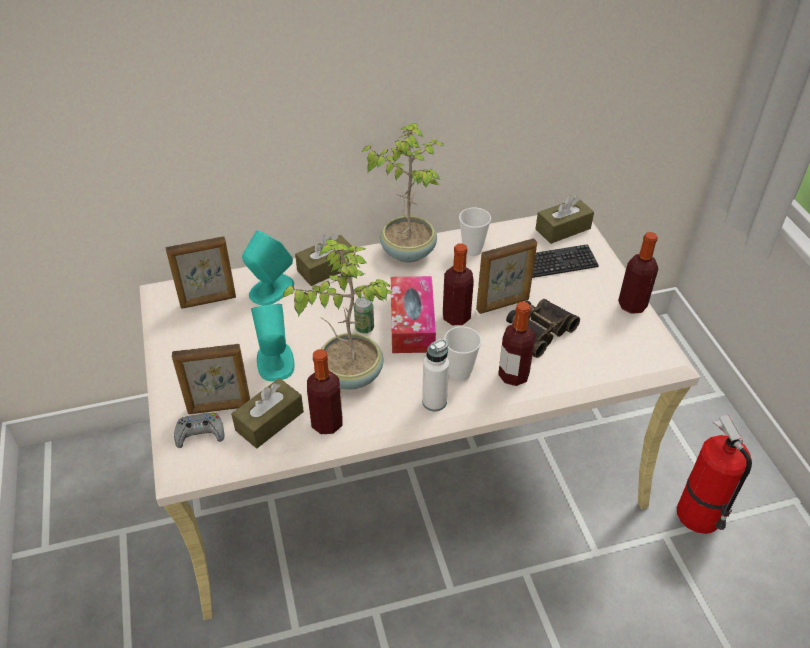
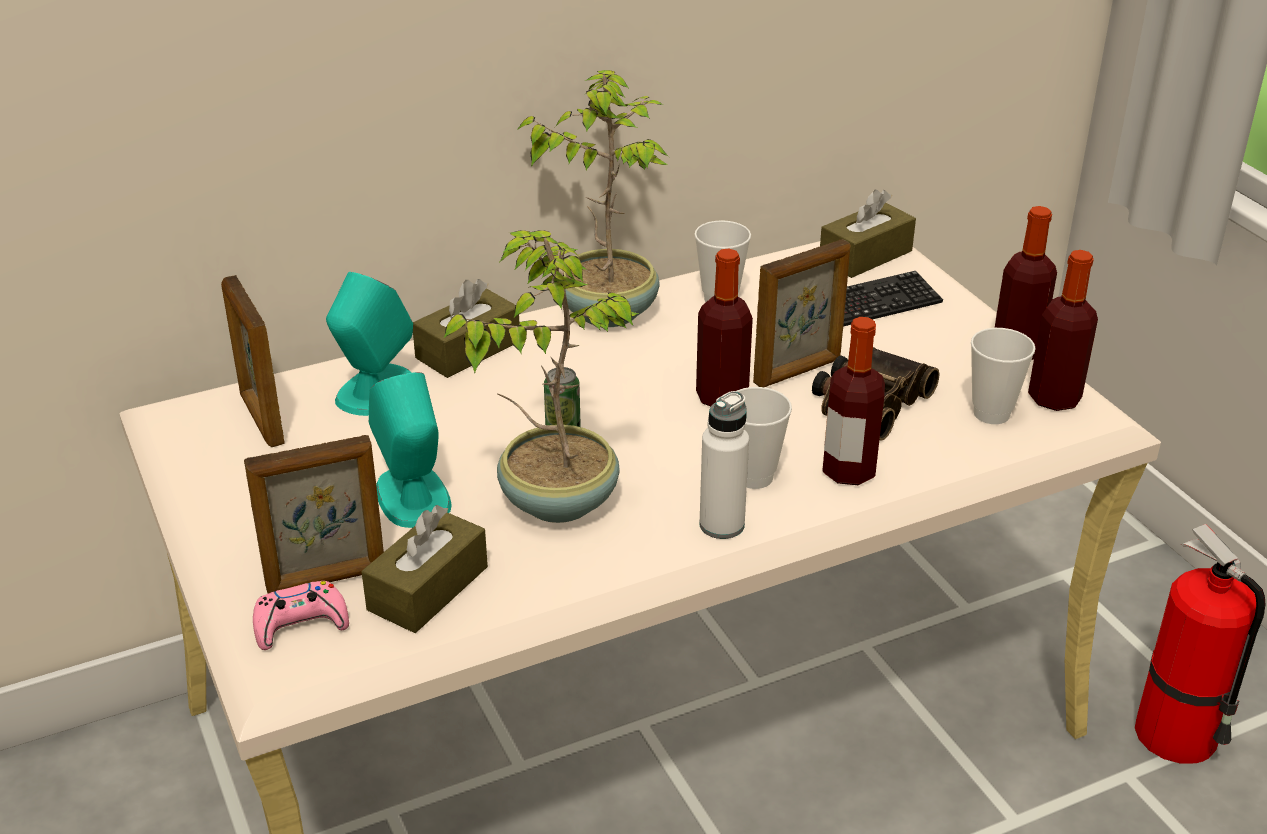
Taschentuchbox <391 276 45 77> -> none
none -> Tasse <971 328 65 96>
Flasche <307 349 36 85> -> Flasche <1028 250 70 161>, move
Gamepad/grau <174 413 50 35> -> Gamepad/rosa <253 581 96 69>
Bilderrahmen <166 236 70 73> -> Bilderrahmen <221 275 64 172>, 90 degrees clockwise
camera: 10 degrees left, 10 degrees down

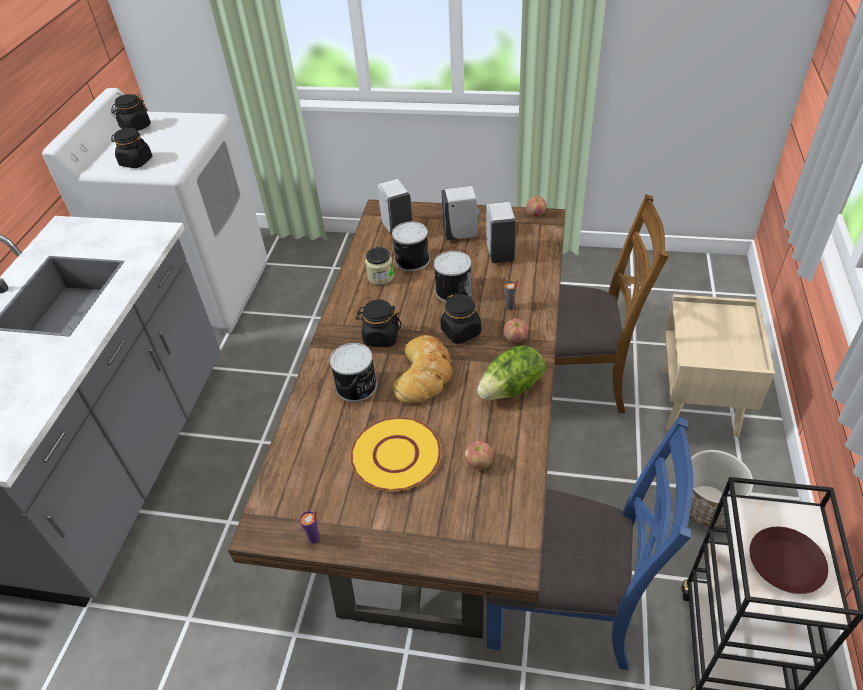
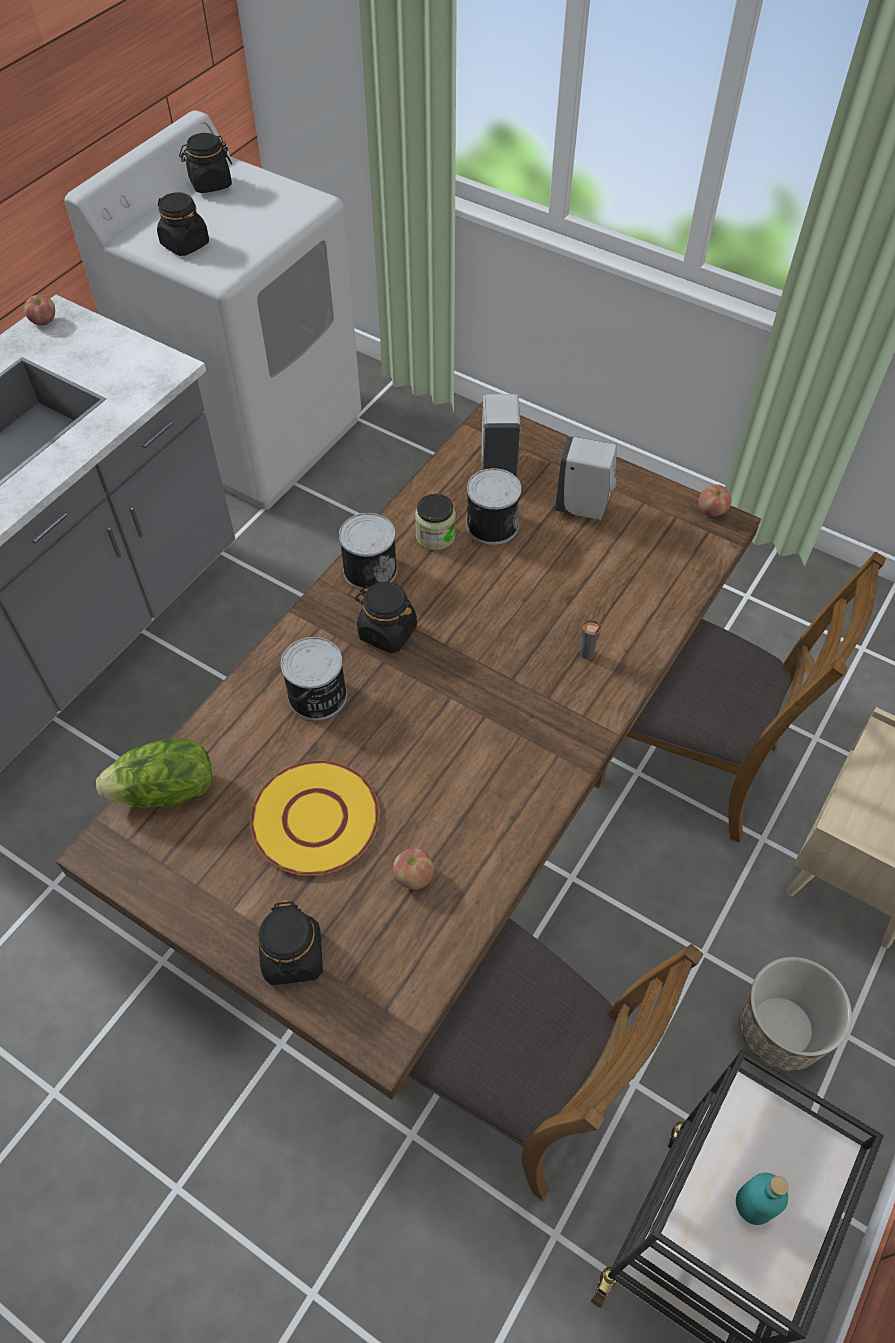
Tasse/lila <300 511 20 32> -> none
Brot <392 335 60 69> -> none
Seifenspender/weiß <486 202 30 61> -> none
Dose <434 251 38 51> -> Dose <339 513 58 78>, move
Vorratsglas/schwarz <440 293 41 51> -> Vorratsglas/schwarz <258 900 65 85>, move
Salatkopf <477 345 68 55> -> Salatkopf <96 738 116 69>, move
Apfel <504 319 24 24> -> Apfel <24 295 31 31>, move
Teller/braun <750 527 78 67> -> Flasche/türkis <736 1173 53 52>
Stuhl/blau <484 417 210 253> -> Stuhl/braun <394 918 309 283>
camera: 20 degrees right, 10 degrees up

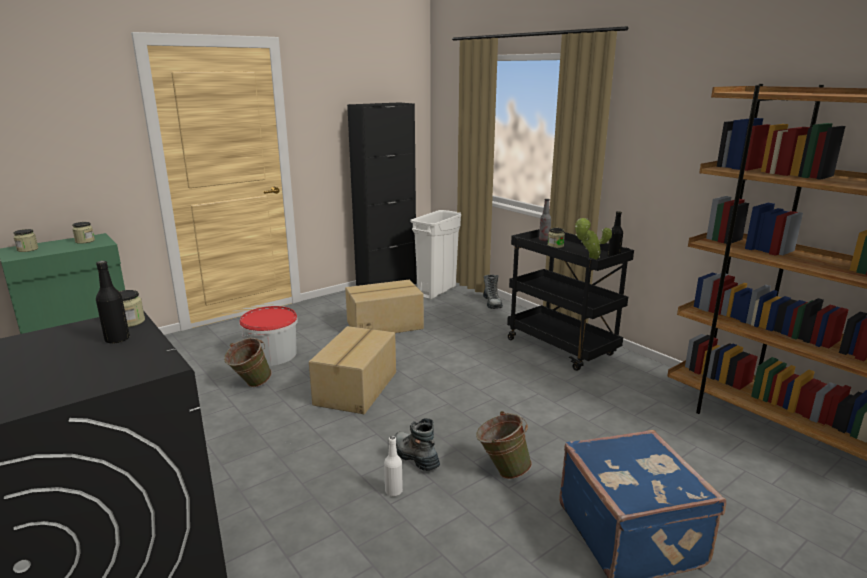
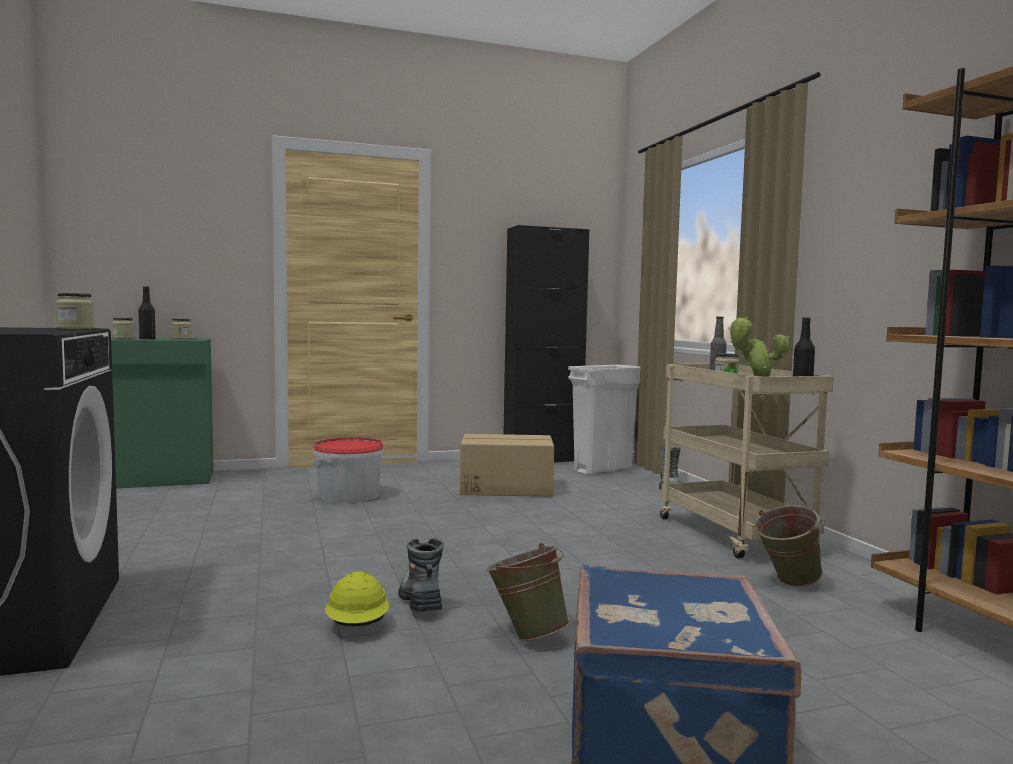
Karton <309 326 87 88> -> none
Flasche/schwarz <96 261 34 83> -> Flasche/schwarz <139 286 17 54>, move
Eimer/grün <224 338 48 49> -> Eimer/grün <754 505 70 82>, move
Flasche/weiß <384 436 19 60> -> Schutzhelm/gelb <325 572 64 54>
Rollwagen/schwarz <507 229 127 142> -> Rollwagen/beige <660 364 174 194>
camera: 20 degrees right, 15 degrees down

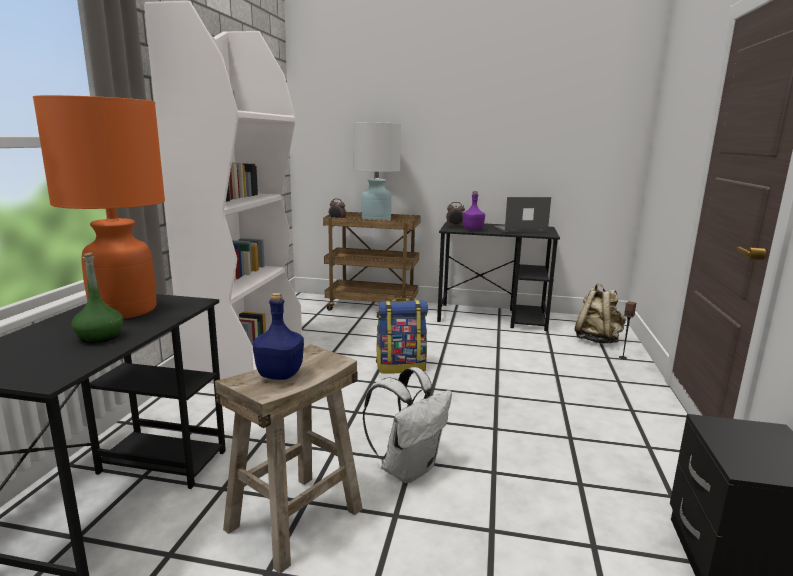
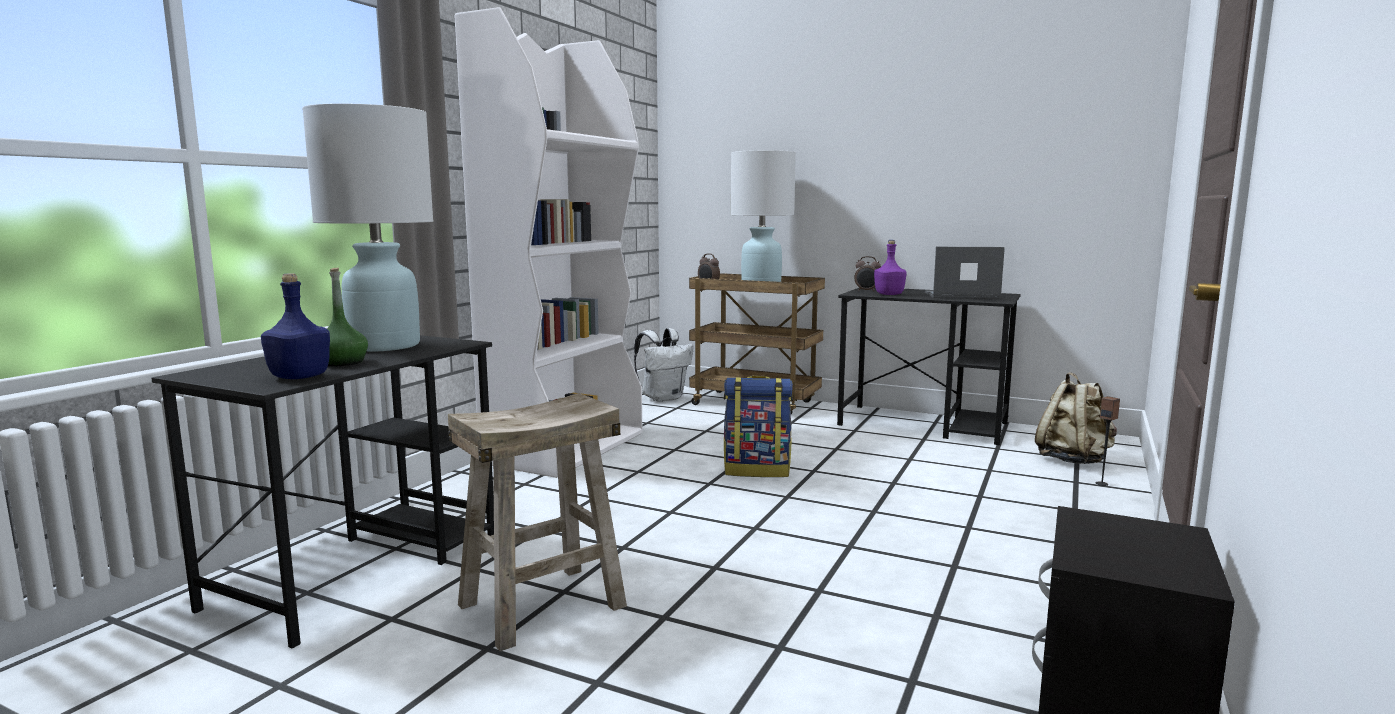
Flasche/blau <252 293 52 87> -> Flasche/blau <261 273 69 106>, move
Rucksack/weiß <363 367 89 116> -> Rucksack/weiß <634 328 60 74>, move
Tischlampe/orange <33 95 132 224> -> Tischlampe/weiß <302 103 131 248>
camera: 15 degrees right, 5 degrees down

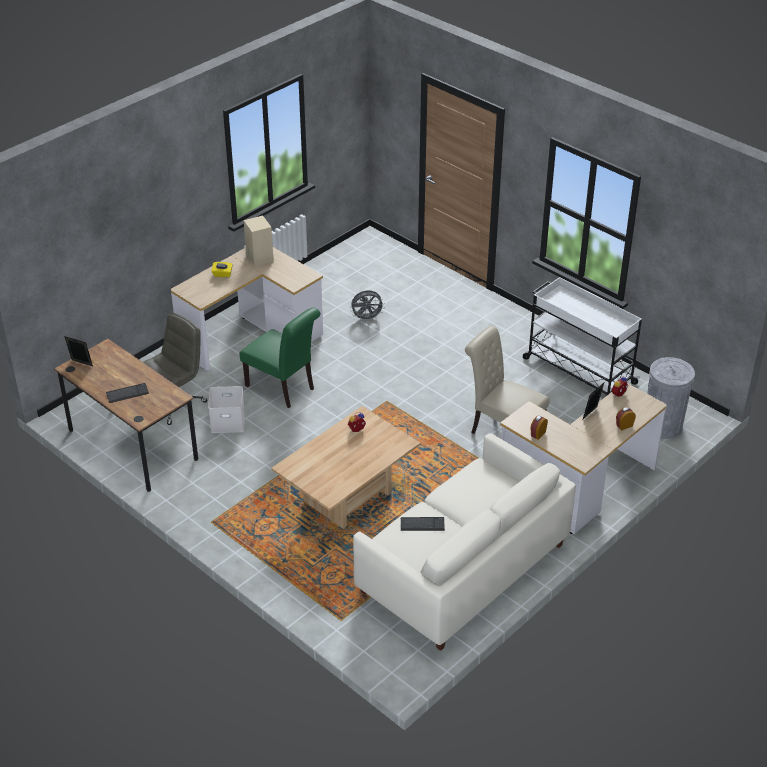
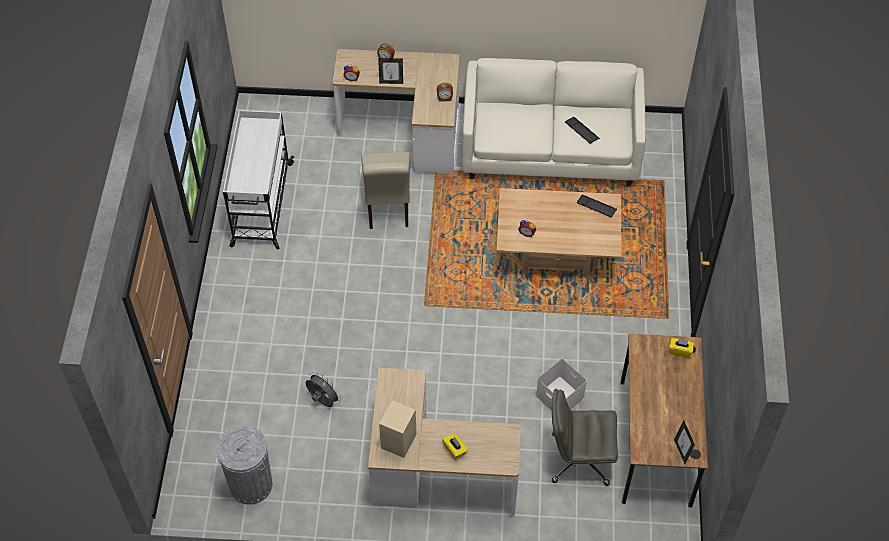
Stuhl/grün <239 307 82 101> -> none
none -> Taschentuchbox/gelb <669 338 25 20>
Tastatur <106 383 43 20> -> Tastatur <577 194 40 23>, move
Mülleimer/grau <647 357 48 82> -> Mülleimer/grau <216 425 57 80>, move
camera: 130 degrees left, 15 degrees up

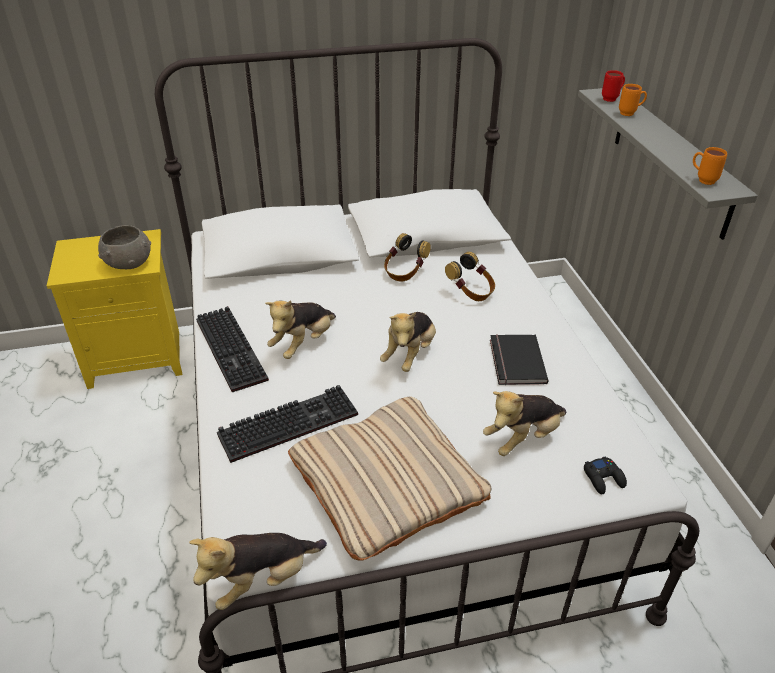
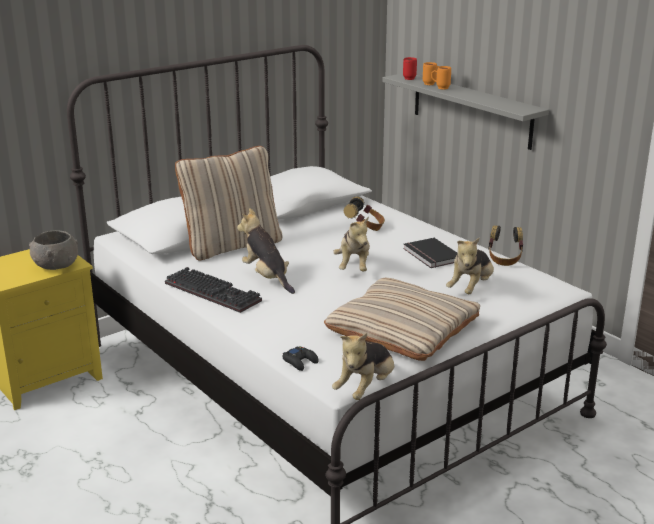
Tastatur <217 385 141 78> -> none
none -> Kissen/beige <175 146 108 115>
Kopfhörer <384 233 47 48> -> Kopfhörer <488 225 35 41>, move
Gamepad/schwarz <584 456 43 38> -> Gamepad/schwarz <282 347 37 24>, move
Henkelbecher/orange <693 147 34 38> -> Henkelbecher/orange <431 66 20 24>, move
Plüschtier <265 301 71 58> -> Plüschtier <237 208 58 86>, 135 degrees clockwise
camera: 25 degrees left, 15 degrees down

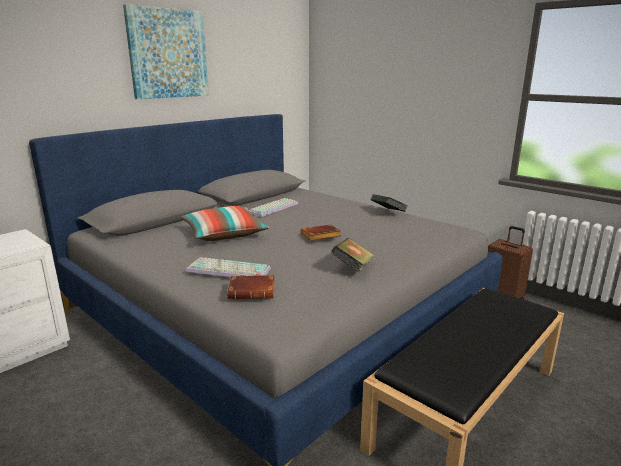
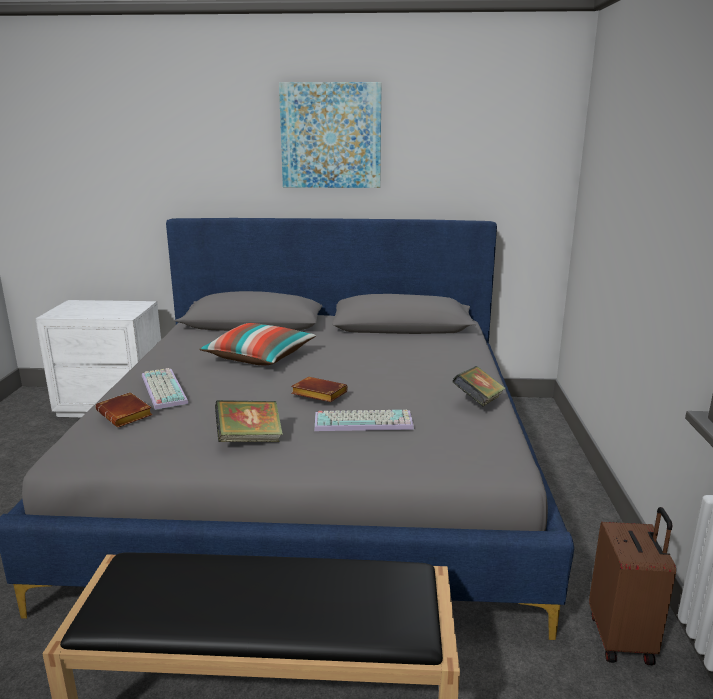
Tastatur <248 198 50 19> -> Tastatur <314 410 100 21>, move
camera: 50 degrees right, 0 degrees up

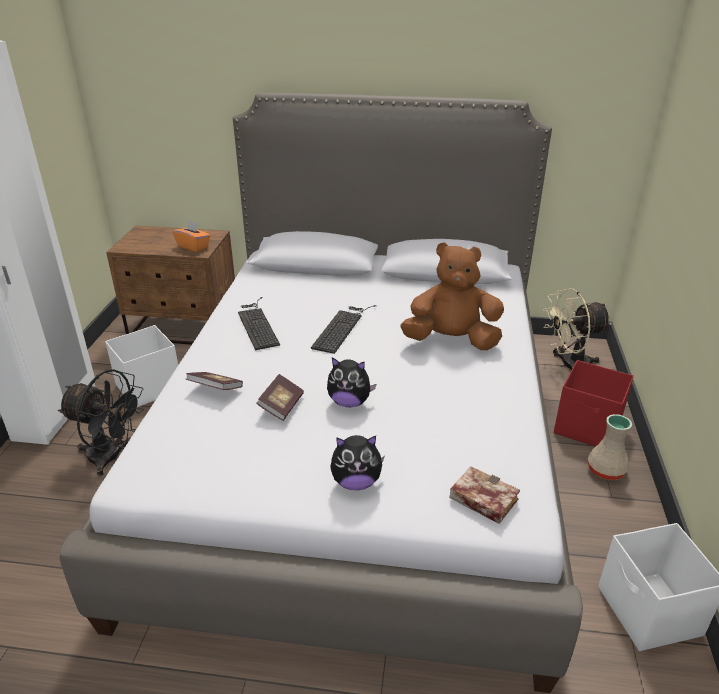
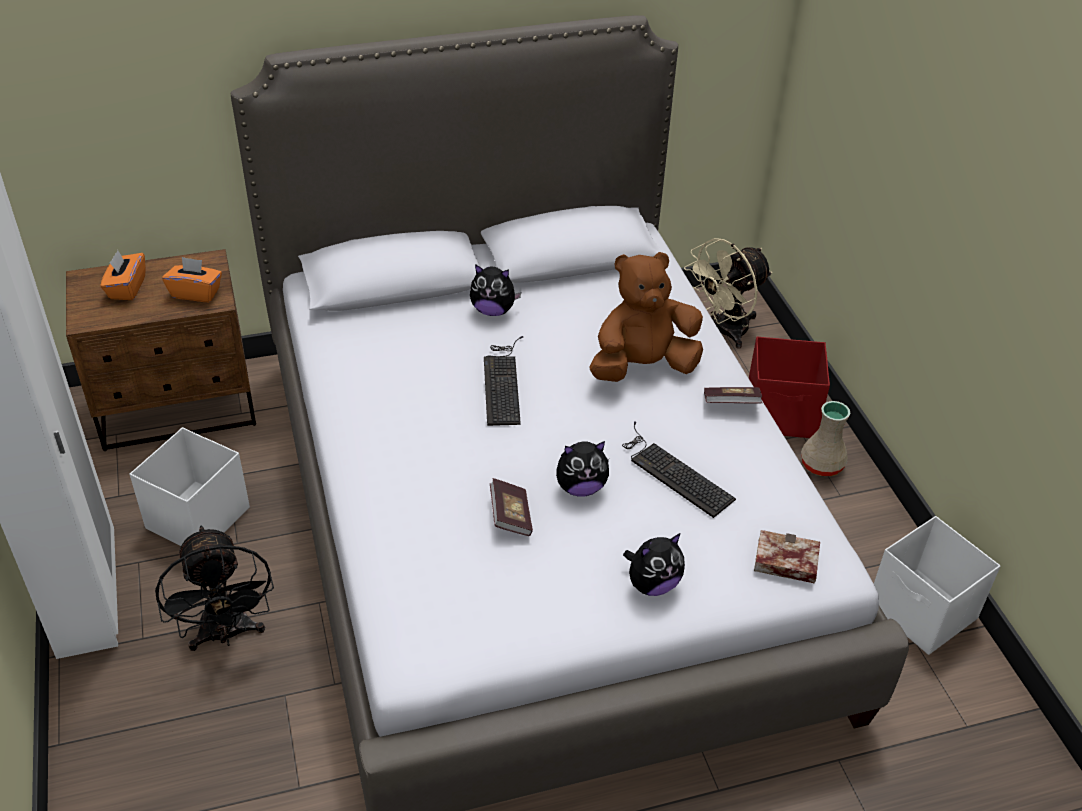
none -> Taschentuchbox/orange <100 250 45 50>
none -> Plüschtier <470 264 52 52>
Buch <186 372 57 18> -> Buch <704 387 58 17>, move
Tastatur <238 297 42 53> -> Tastatur <622 421 114 97>, move
Ventilator/schwarz <58 369 86 107> -> Ventilator/schwarz <155 526 119 125>, 75 degrees clockwise
camera: 25 degrees left, 10 degrees up

